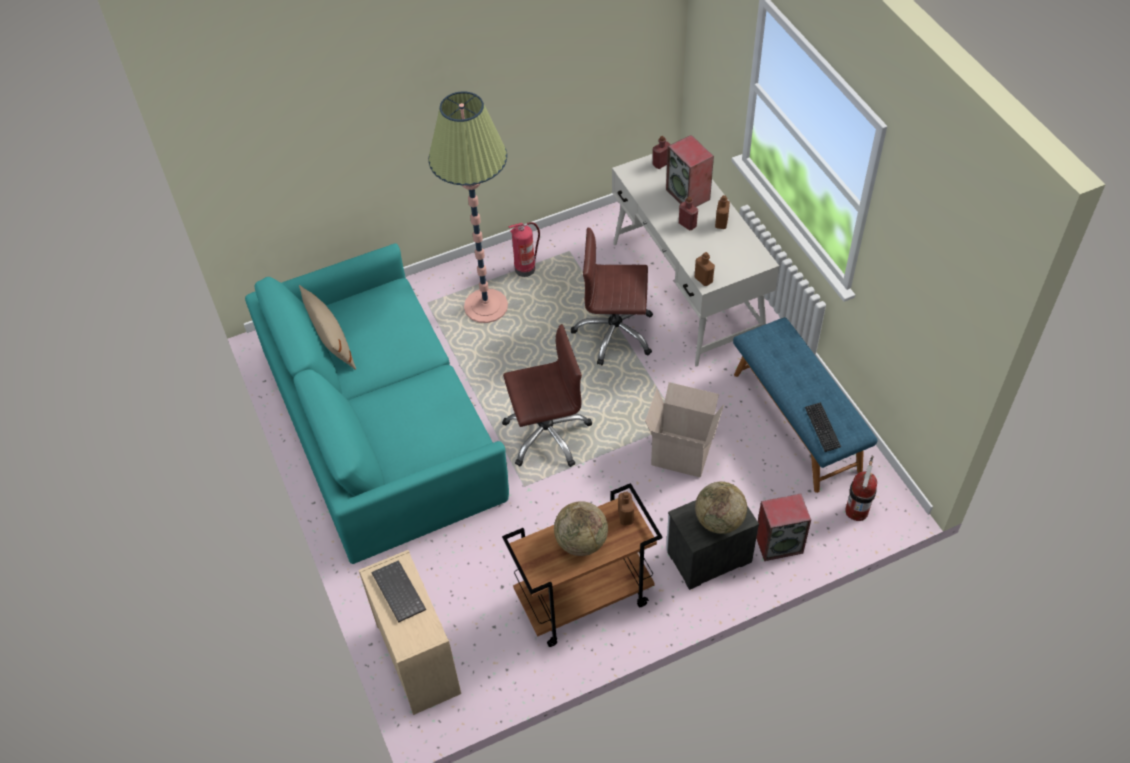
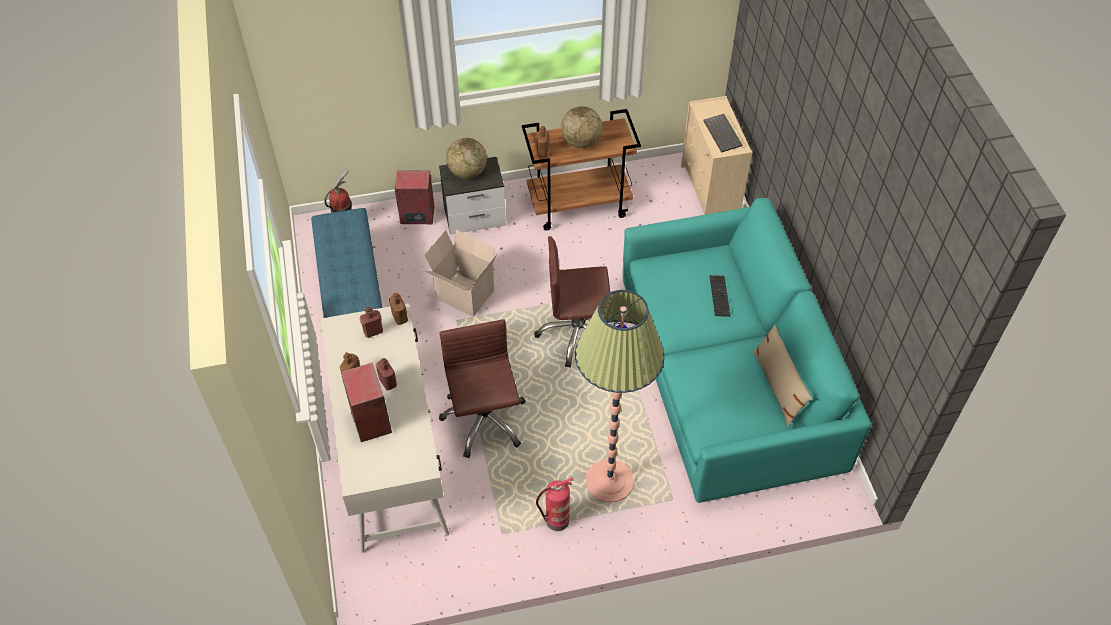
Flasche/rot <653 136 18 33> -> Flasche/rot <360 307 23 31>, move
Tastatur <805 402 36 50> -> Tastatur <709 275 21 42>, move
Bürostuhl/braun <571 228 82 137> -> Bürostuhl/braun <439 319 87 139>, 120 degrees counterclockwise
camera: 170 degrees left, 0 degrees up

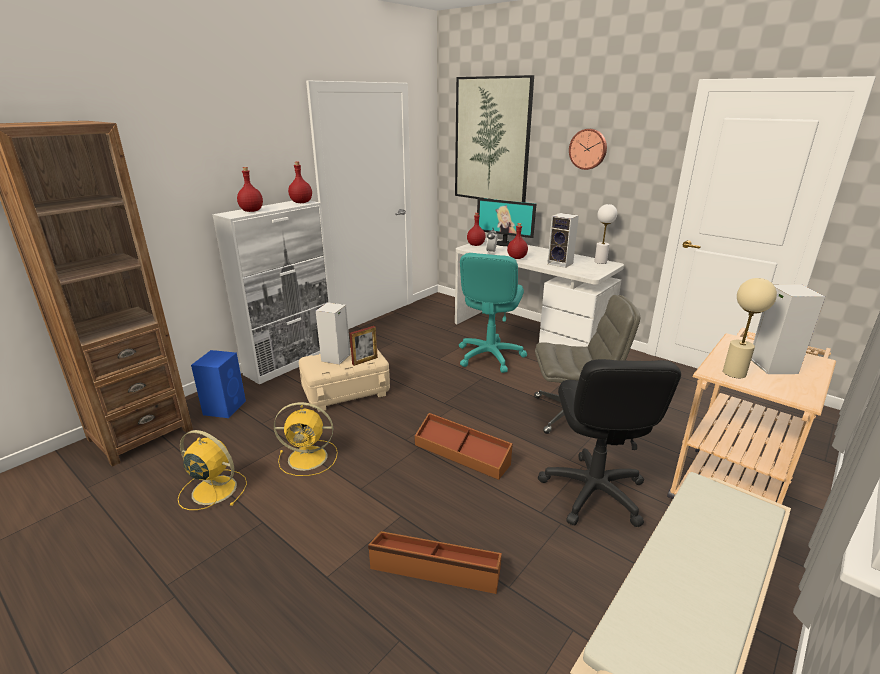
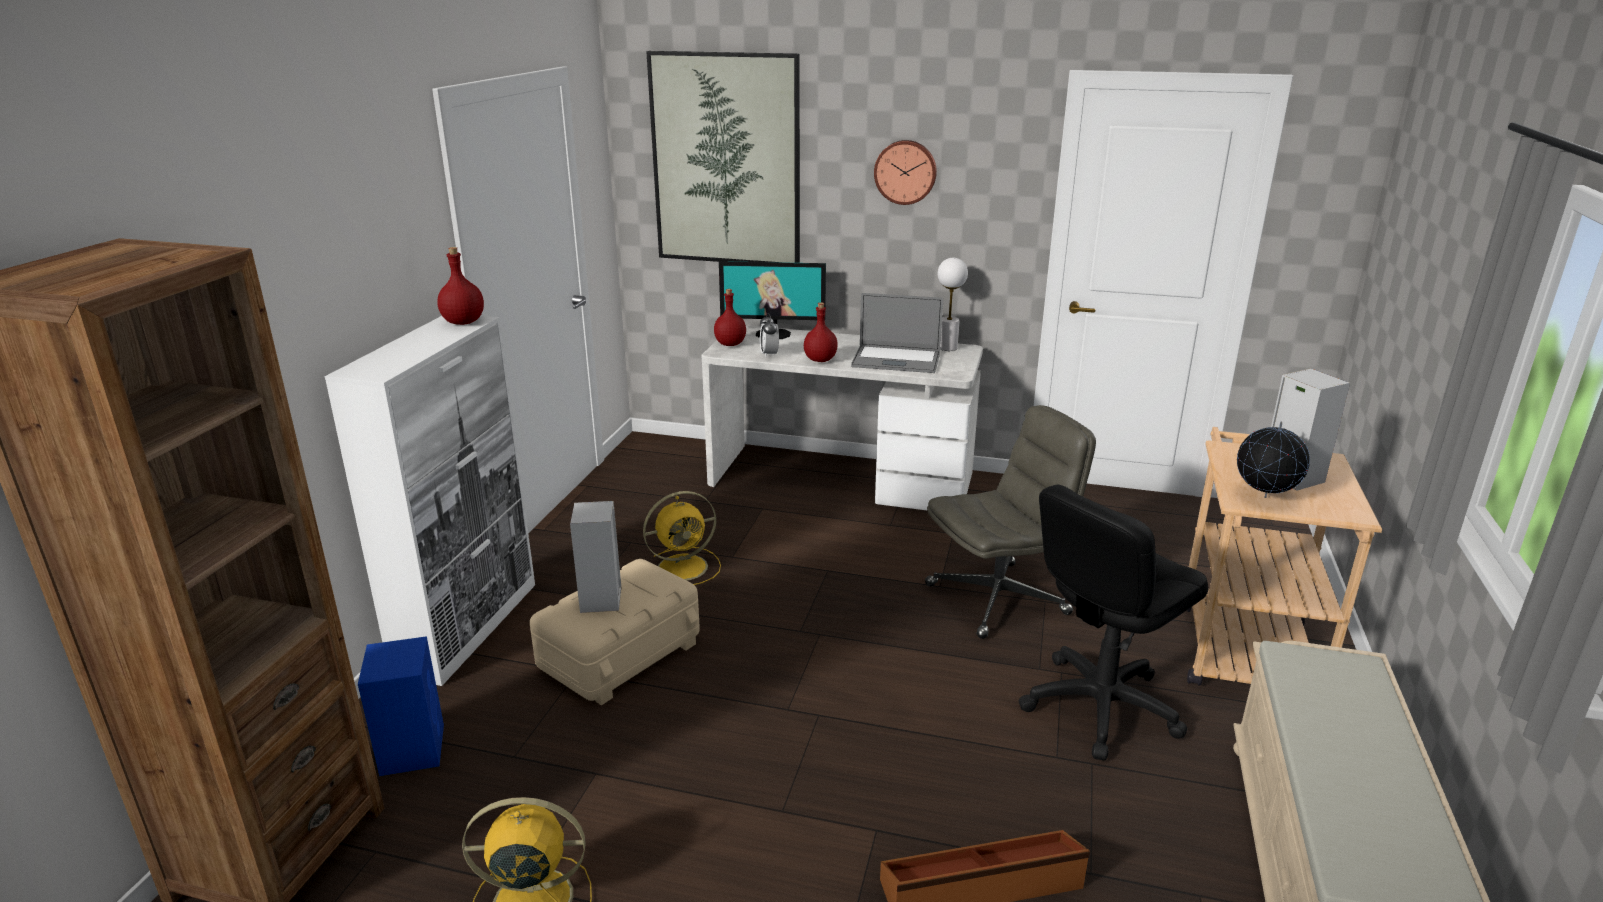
Flasche/rot <237 167 26 45> -> none
Bilderrahmen <350 326 28 40> -> none
Aufbewahrungsbox/braun <415 413 98 67> -> none
Bürostuhl/türkis <459 253 68 120> -> none
Ventilator/gelb <274 402 64 74> -> Ventilator/gelb <643 491 78 94>, move
Lautsprecher <547 213 32 55> -> Laptop <851 293 92 80>
Tischlampe/beige <723 278 54 100> -> Globus <1237 421 73 77>
Bürostuhl/schwarz <538 359 143 168> -> Bürostuhl/schwarz <1019 485 189 276>, 75 degrees clockwise
camera: 25 degrees left, 0 degrees up

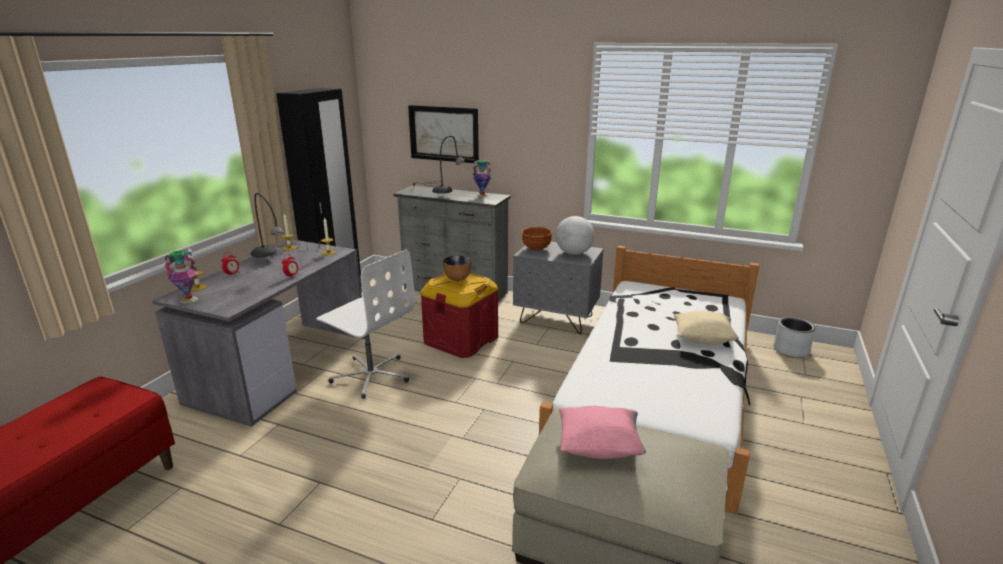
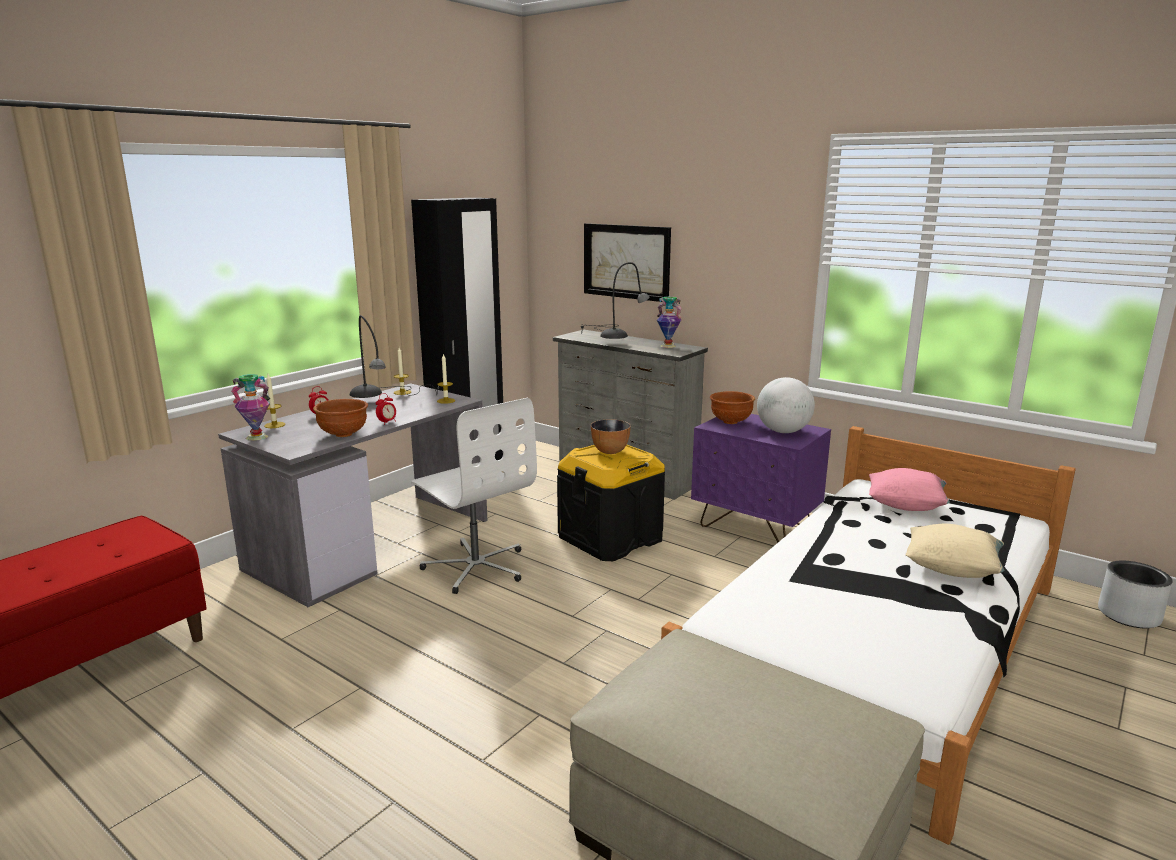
none -> Schüssel/braun <313 399 55 38>
Kissen/rosa <559 406 87 53> -> Kissen/rosa <869 468 81 43>, move
Aufbewahrungsbox/rot <421 272 77 86> -> Aufbewahrungsbox/schwarz <557 445 108 116>
Nachttisch/grau <513 242 91 92> -> Nachttisch/lila <691 414 140 129>
camera: 15 degrees right, 5 degrees down

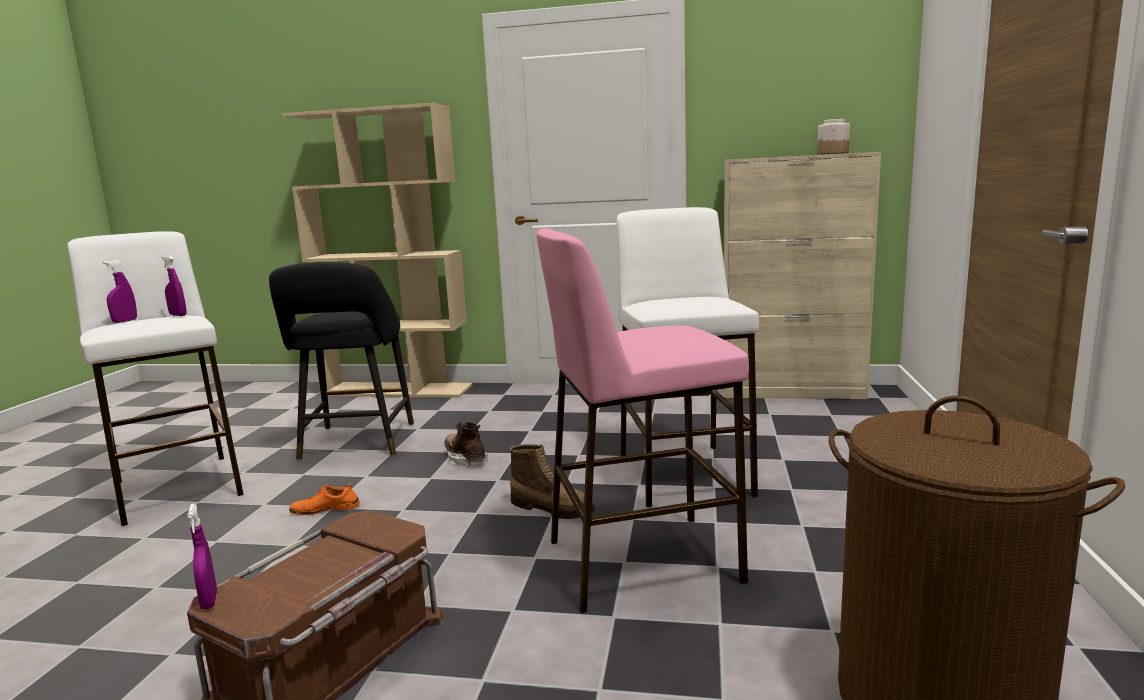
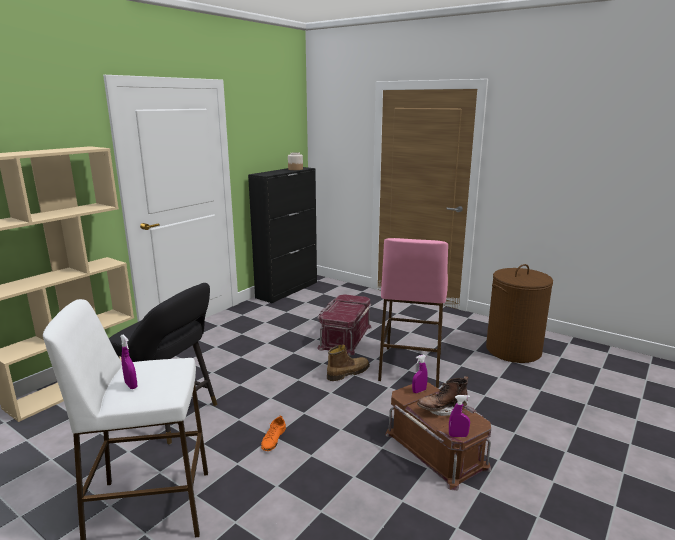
Sprühflasche/lila <161 256 26 60> -> Sprühflasche/lila <412 354 16 39>, move
Stiefel/braun <444 421 44 46> -> Stiefel/braun <417 376 52 40>, move
Hocker/weiß <617 207 142 300> -> Aufbewahrungsbox/rot <317 294 55 62>
Schrank/beige <724 152 157 247> -> Schrank/schwarz <248 167 69 136>
camera: 65 degrees left, 5 degrees up

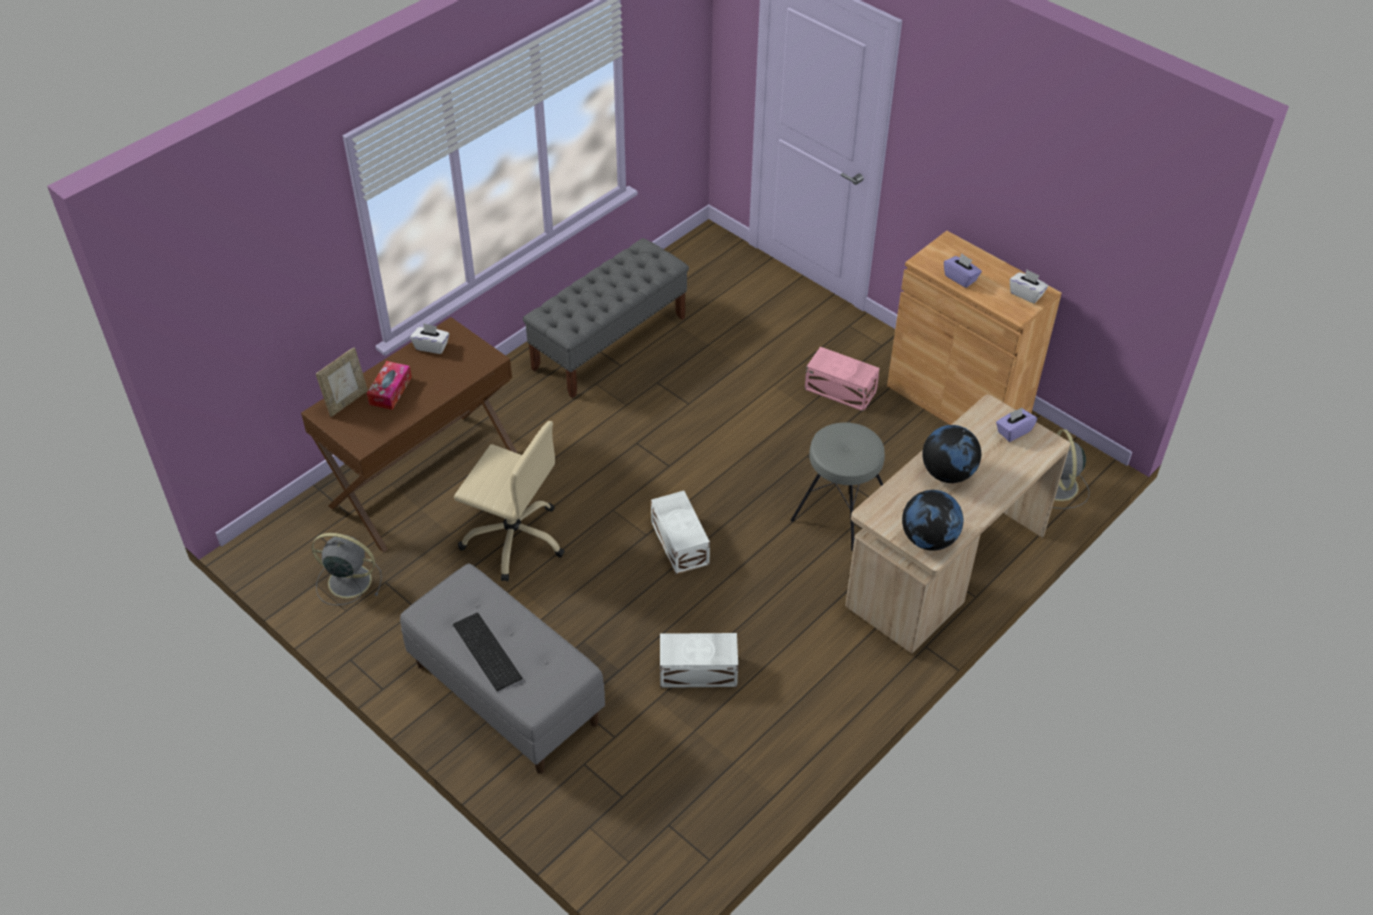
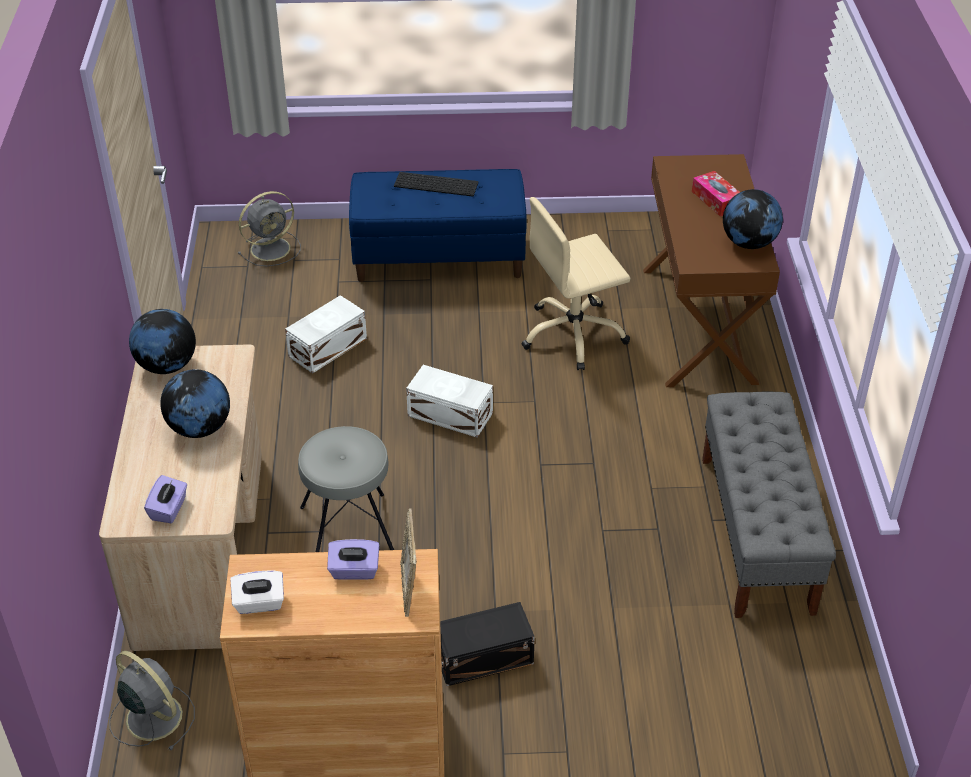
Ventilator/grau <312 533 70 73> -> Ventilator/grau <238 191 63 76>, move
Bilderrahmen <316 347 52 70> -> Bilderrahmen <400 509 17 108>, move
Taschentuchbox/weiß <410 323 39 31> -> Globus <723 189 60 60>
Bank/grau <400 563 205 211> -> Bank/blau <349 169 178 113>
Aufbewahrungsbox/rosa <804 347 76 65> -> Aufbewahrungsbox/schwarz <440 602 95 84>
camera: 135 degrees right, 5 degrees down

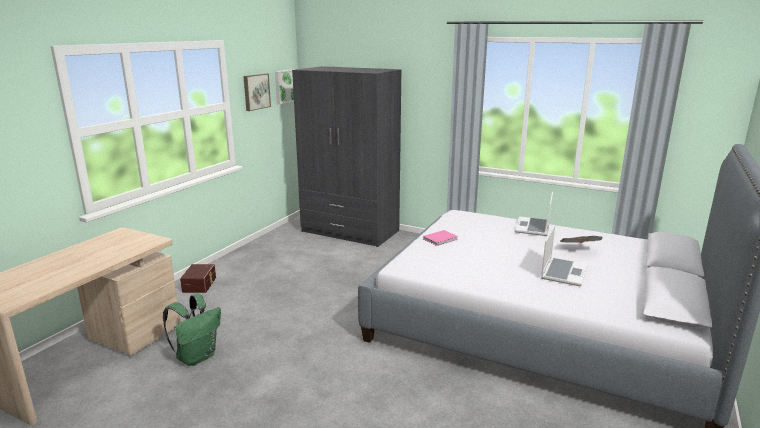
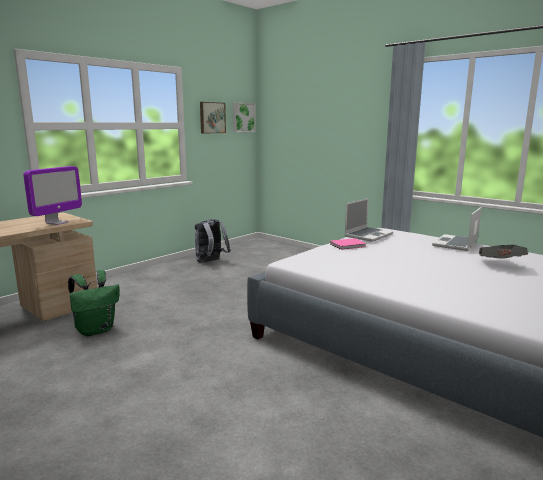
Aufbewahrungsbox/braun <180 264 36 29> -> none
Kleiderschrank/grau <292 66 109 181> -> none
none -> Monitor <23 166 59 59>
none -> Rucksack/grau <195 219 36 44>
Laptop <541 225 47 61> -> Laptop <344 198 49 44>, move
camera: 15 degrees right, 5 degrees down

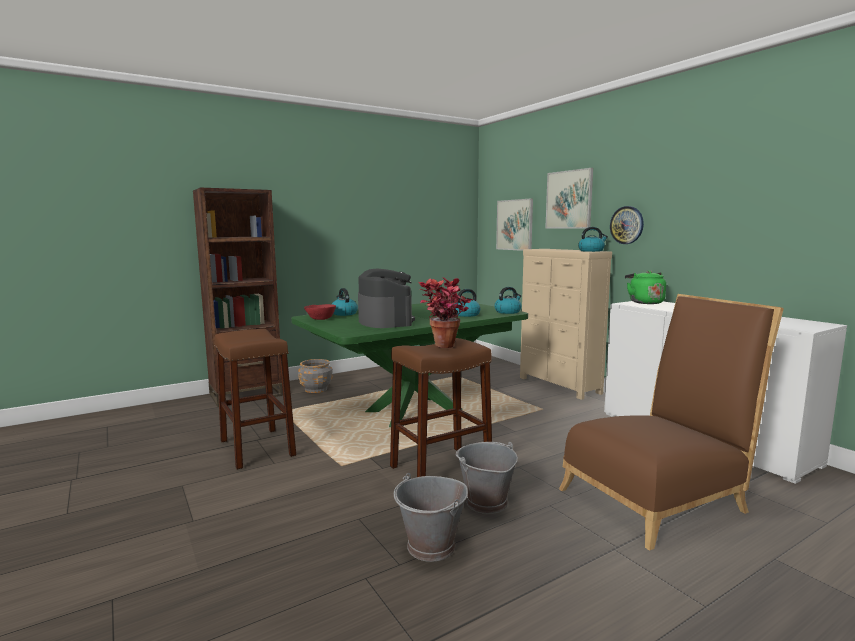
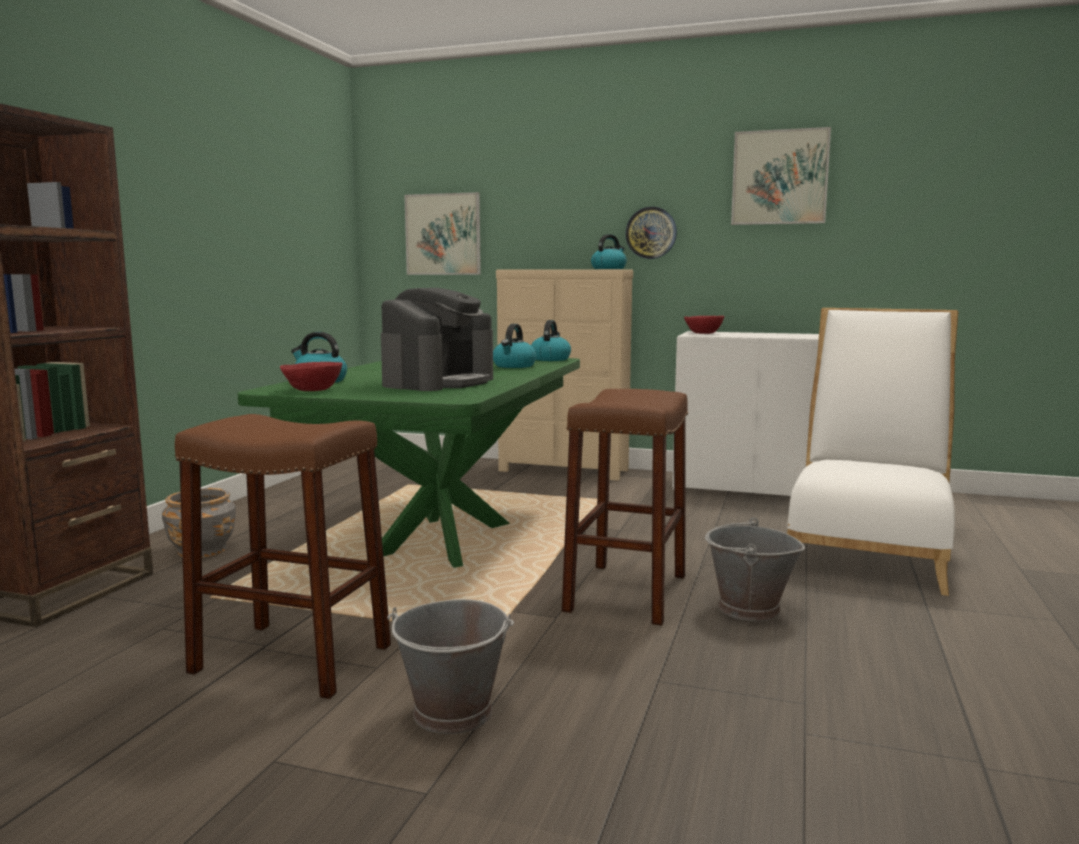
Topfpflanze <419 277 54 71> -> none
Eimer/grau <394 473 74 89> -> Eimer/grau <387 599 127 135>, move
Bild <545 168 48 60> -> Bild <731 127 100 98>, move
Wasserkessel/grün <625 271 41 33> -> Schüssel/rot <684 316 40 18>
Stuhl/braun <559 294 225 256> -> Stuhl/weiß <787 308 171 288>
Kaffeemaschine <358 268 57 60> -> Kaffeemaschine <381 288 112 103>, 90 degrees clockwise
camera: 40 degrees left, 0 degrees up

